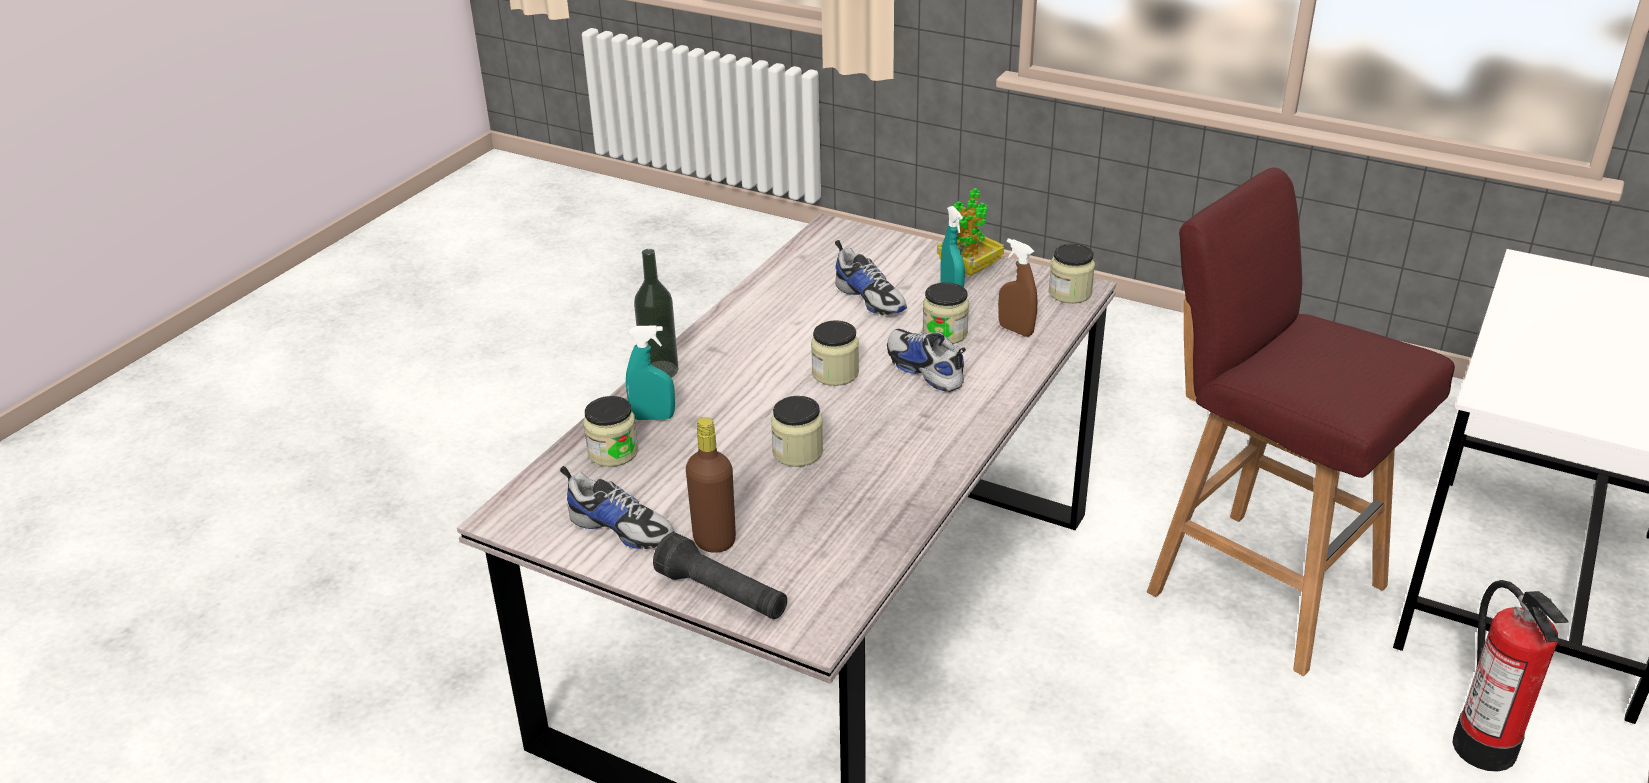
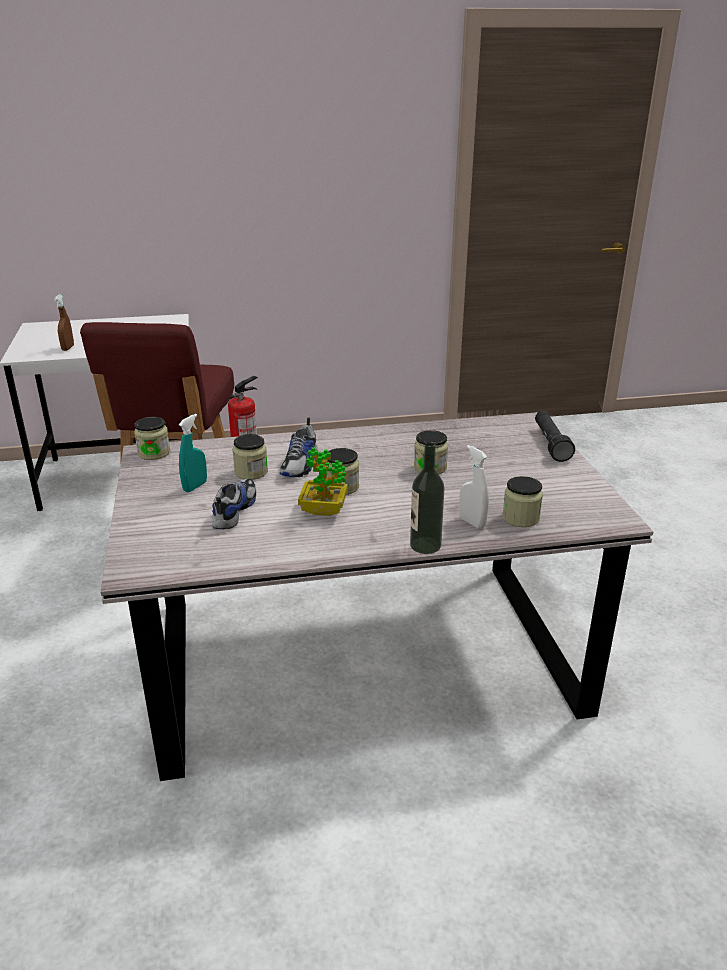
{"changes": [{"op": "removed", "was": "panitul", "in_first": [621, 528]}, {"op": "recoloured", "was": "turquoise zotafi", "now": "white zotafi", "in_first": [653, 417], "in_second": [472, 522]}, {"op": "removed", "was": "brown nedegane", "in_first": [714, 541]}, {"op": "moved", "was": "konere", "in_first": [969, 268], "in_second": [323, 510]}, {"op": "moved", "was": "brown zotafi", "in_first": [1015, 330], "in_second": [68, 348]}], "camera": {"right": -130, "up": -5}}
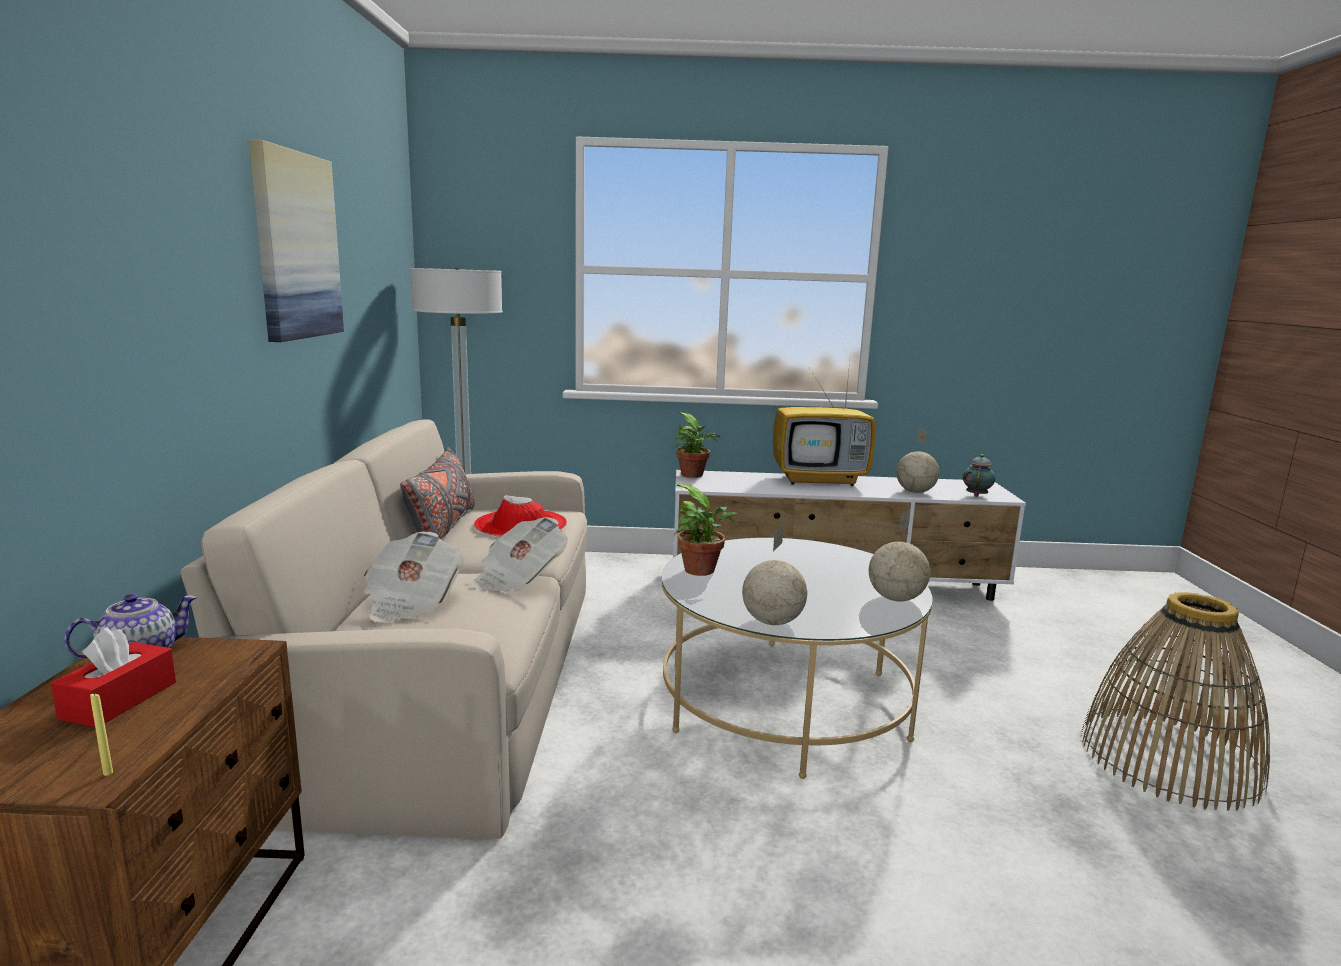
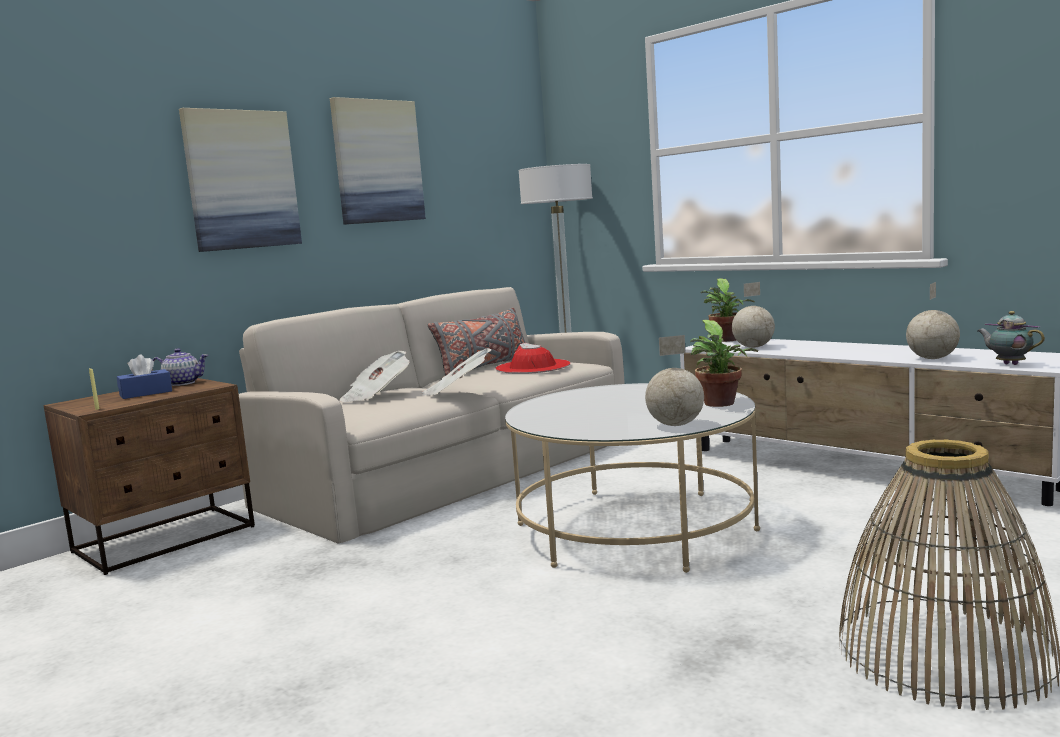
{"changes": [{"op": "recoloured", "was": "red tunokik", "now": "blue tunokik", "in_first": [119, 700], "in_second": [146, 393]}, {"op": "moved", "was": "konere", "in_first": [703, 571], "in_second": [720, 404]}, {"op": "moved", "was": "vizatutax", "in_first": [771, 622], "in_second": [753, 347]}, {"op": "removed", "was": "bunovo", "in_first": [820, 480]}, {"op": "turned", "was": "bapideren", "in_first": [977, 495], "in_second": [1008, 364], "clockwise": -105}, {"op": "added", "now": "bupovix", "in_second": [241, 180]}], "camera": {"right": 45, "up": -5}}
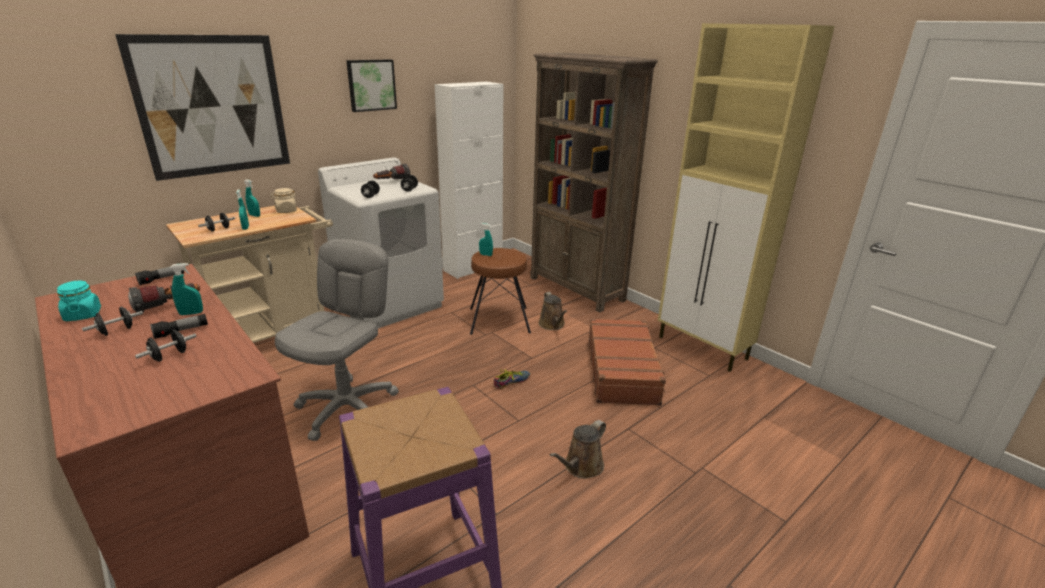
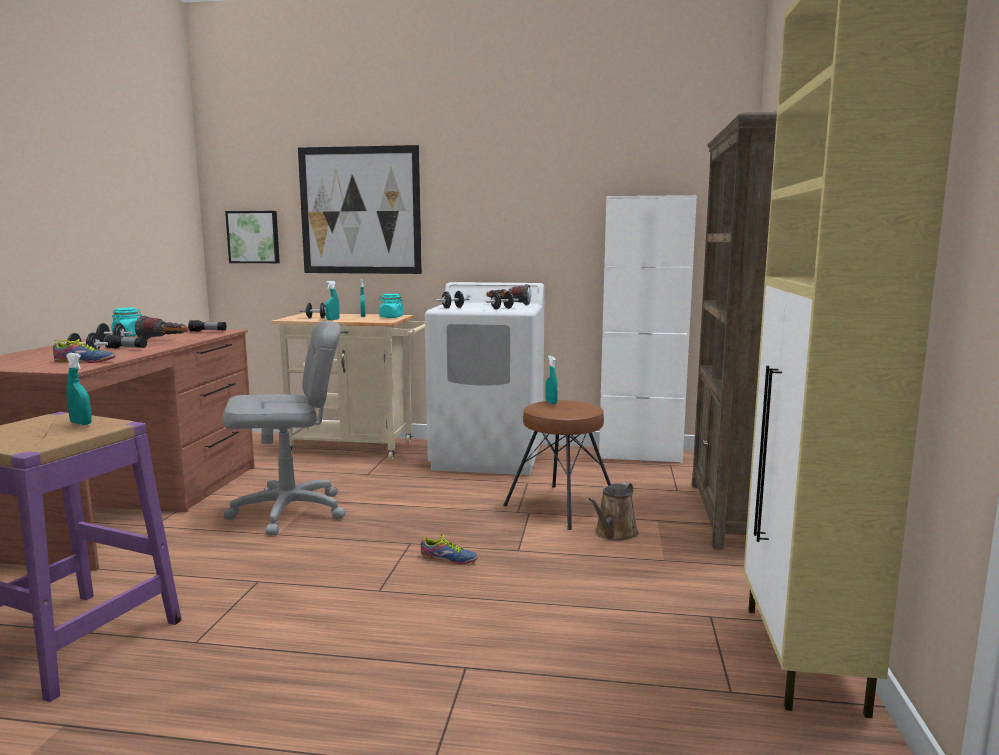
{"changes": [{"op": "moved", "was": "turquoise zotafi", "in_first": [191, 313], "in_second": [81, 423]}, {"op": "recoloured", "was": "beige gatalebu", "now": "turquoise gatalebu", "in_first": [286, 211], "in_second": [391, 317]}, {"op": "moved", "was": "bupovix", "in_first": [371, 85], "in_second": [254, 237]}, {"op": "removed", "was": "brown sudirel", "in_first": [581, 467]}, {"op": "removed", "was": "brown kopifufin", "in_first": [622, 371]}, {"op": "added", "now": "panitul", "in_second": [84, 362]}], "camera": {"right": 50, "up": -15}}
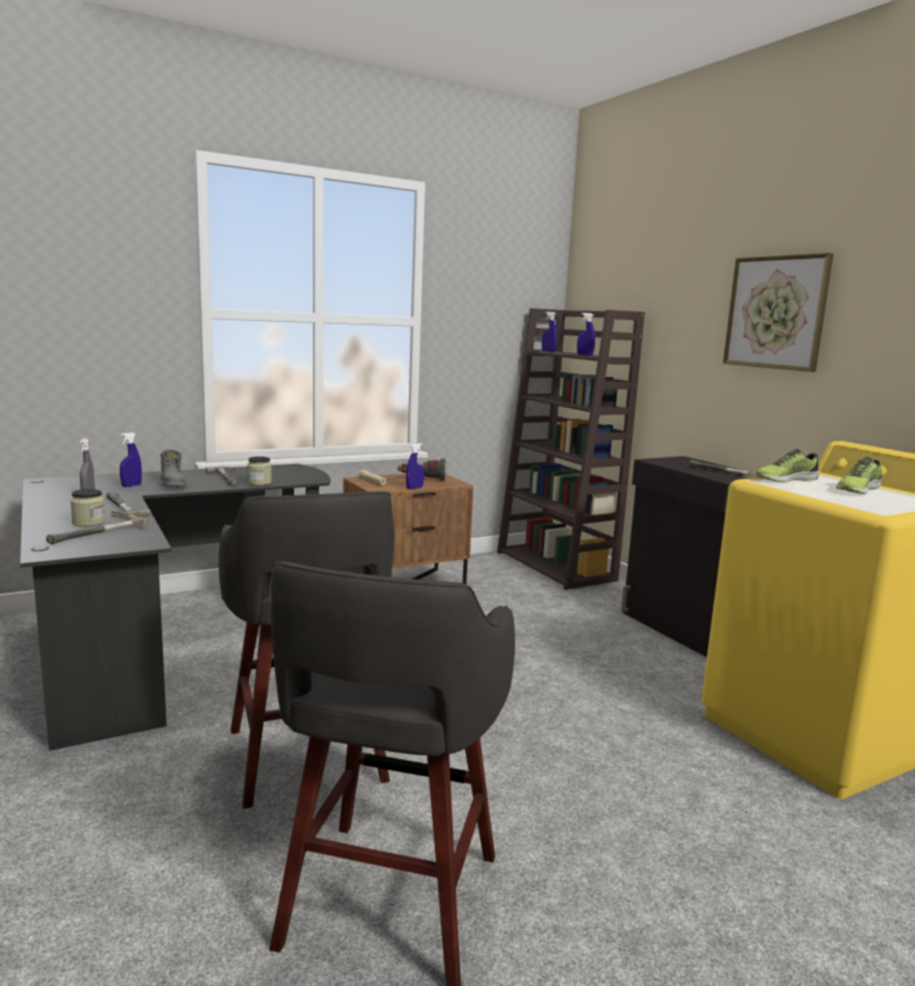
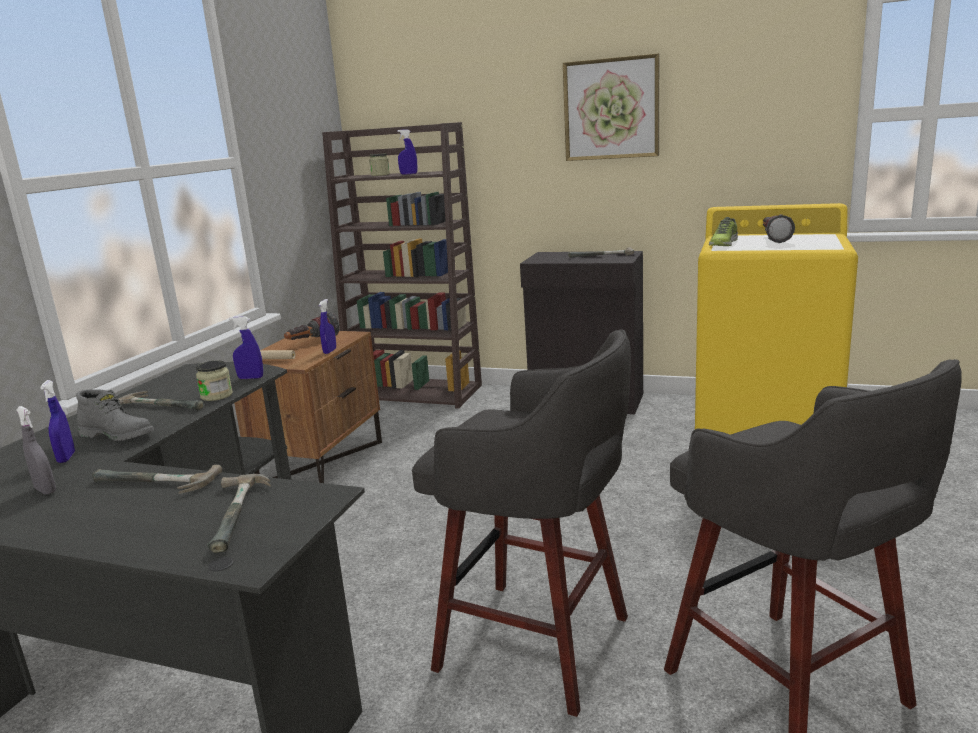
{"changes": [{"op": "moved", "was": "gatalebu", "in_first": [88, 522], "in_second": [380, 175]}, {"op": "moved", "was": "blue zotafi", "in_first": [548, 352], "in_second": [250, 378]}, {"op": "replaced", "was": "panitul", "now": "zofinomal", "in_first": [857, 489], "in_second": [773, 239]}], "camera": {"right": -40, "up": 5}}
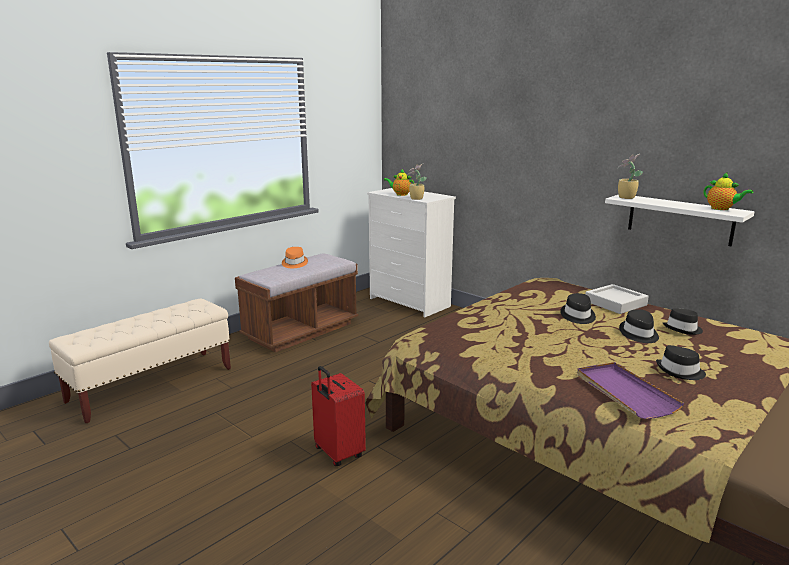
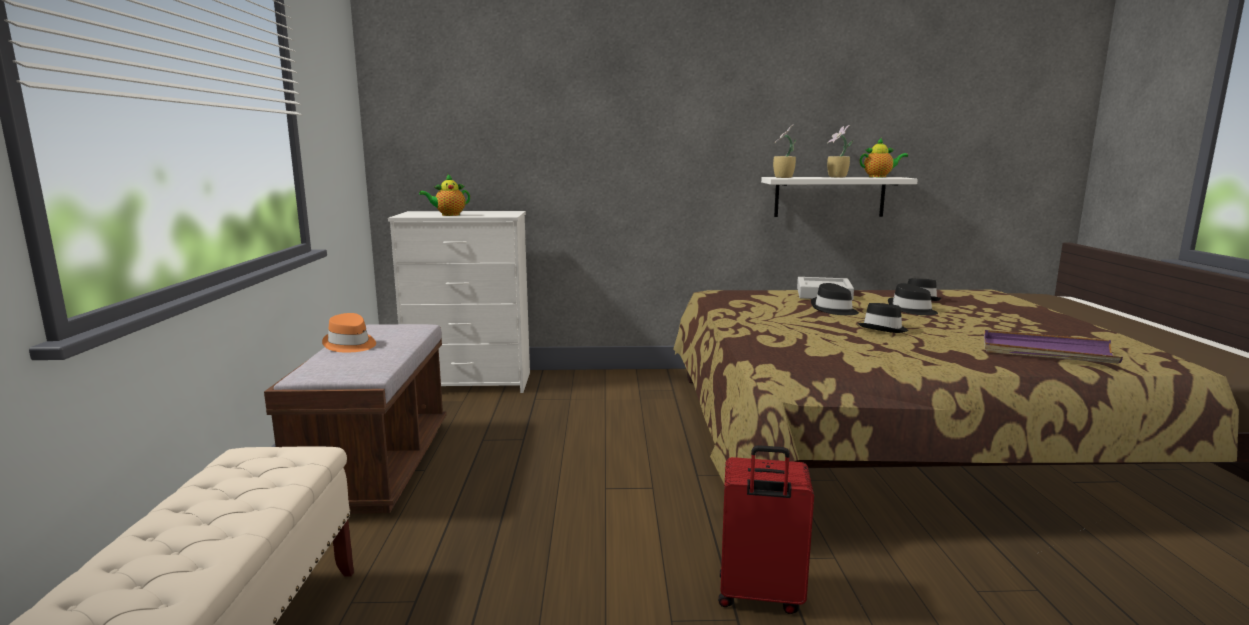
{"changes": [{"op": "moved", "was": "konere", "in_first": [416, 199], "in_second": [837, 177]}, {"op": "moved", "was": "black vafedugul", "in_first": [680, 371], "in_second": [884, 329]}], "camera": {"right": -45, "up": -5}}
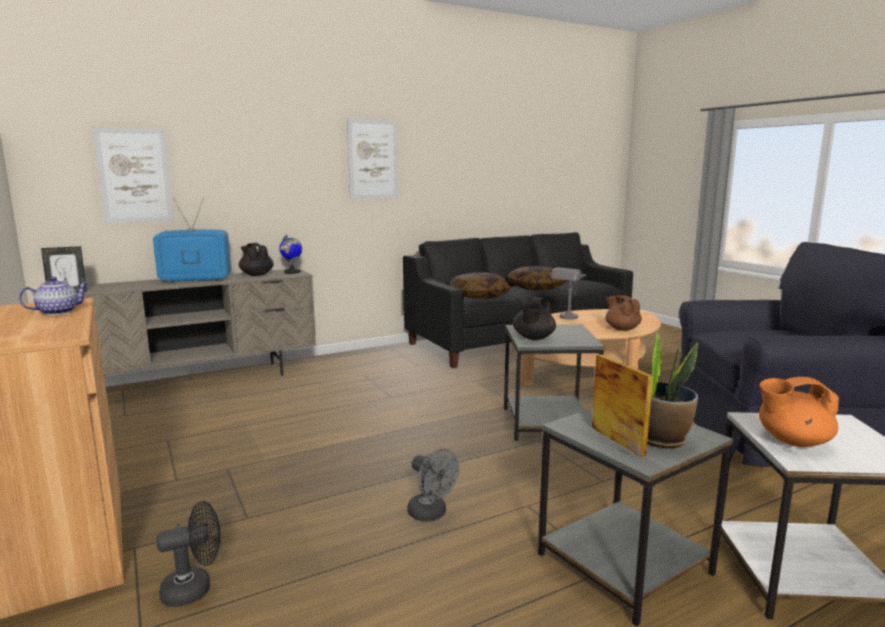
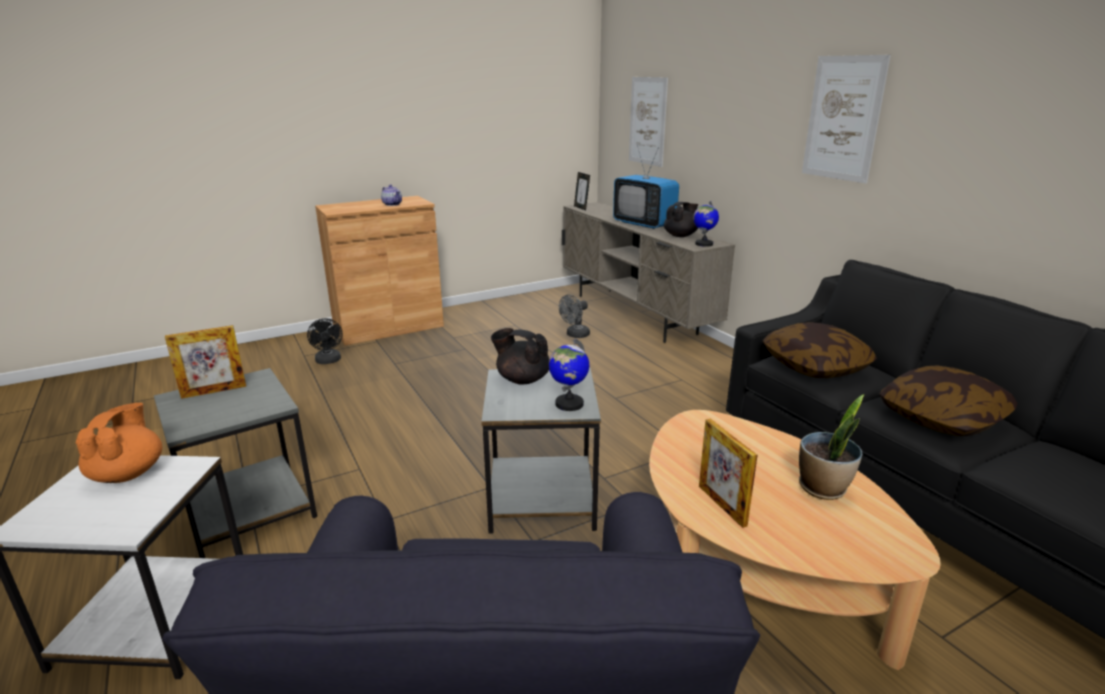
{"changes": [{"op": "turned", "was": "bunovo", "in_first": [195, 280], "in_second": [644, 224], "clockwise": 150}, {"op": "moved", "was": "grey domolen", "in_first": [431, 514], "in_second": [575, 335]}, {"op": "removed", "was": "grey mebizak", "in_first": [566, 318]}, {"op": "replaced", "was": "brown bapideren", "now": "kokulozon", "in_first": [621, 329], "in_second": [722, 505]}, {"op": "moved", "was": "konere", "in_first": [662, 439], "in_second": [823, 488]}, {"op": "added", "now": "vizatutax", "in_second": [569, 404]}], "camera": {"right": 90, "up": 10}}
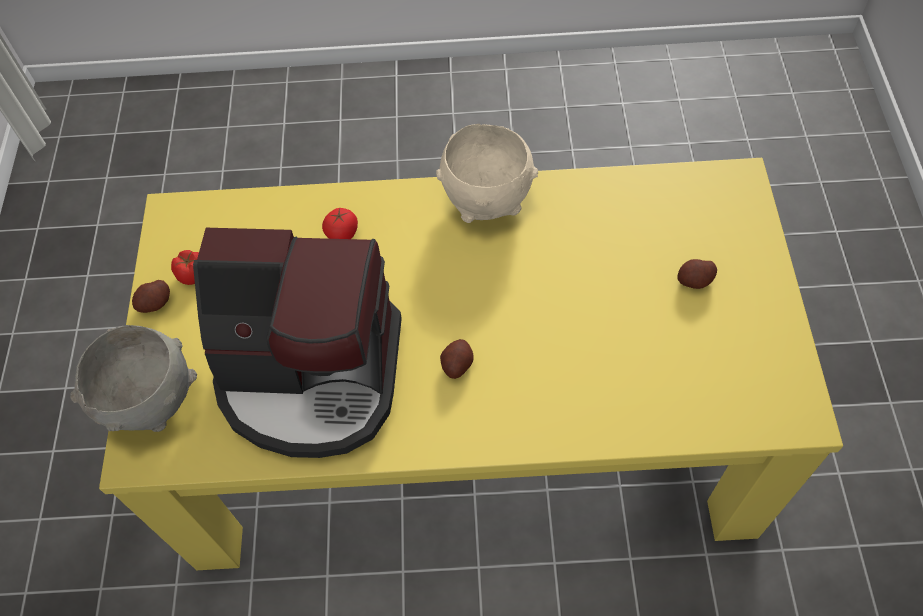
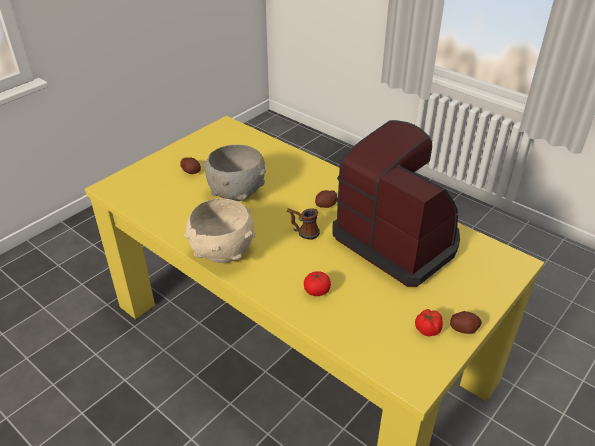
{"changes": [{"op": "moved", "was": "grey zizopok", "in_first": [151, 402], "in_second": [236, 195]}, {"op": "added", "now": "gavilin", "in_second": [303, 232]}], "camera": {"right": -140, "up": -20}}
